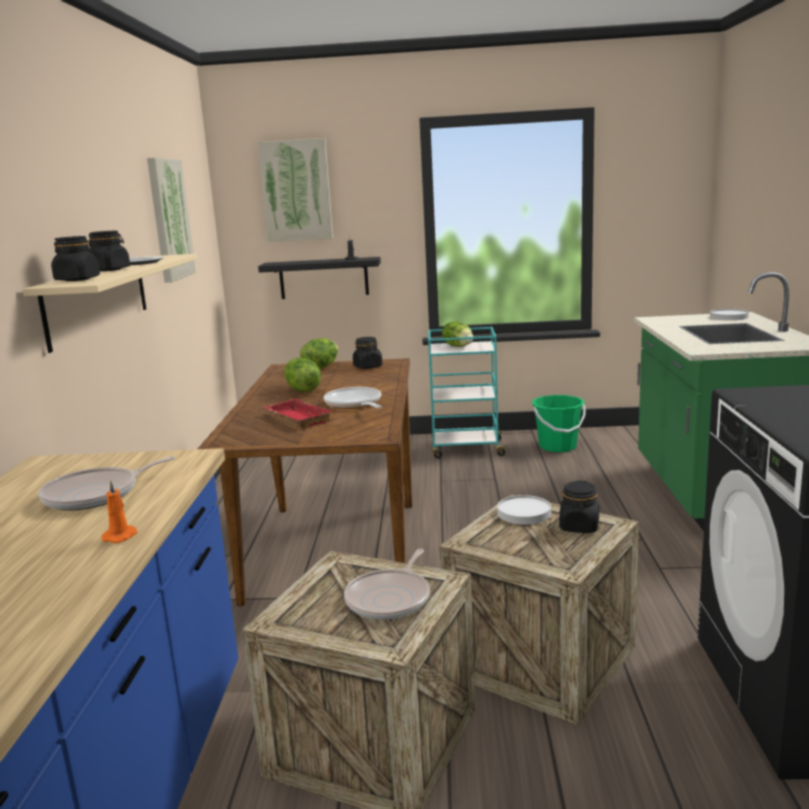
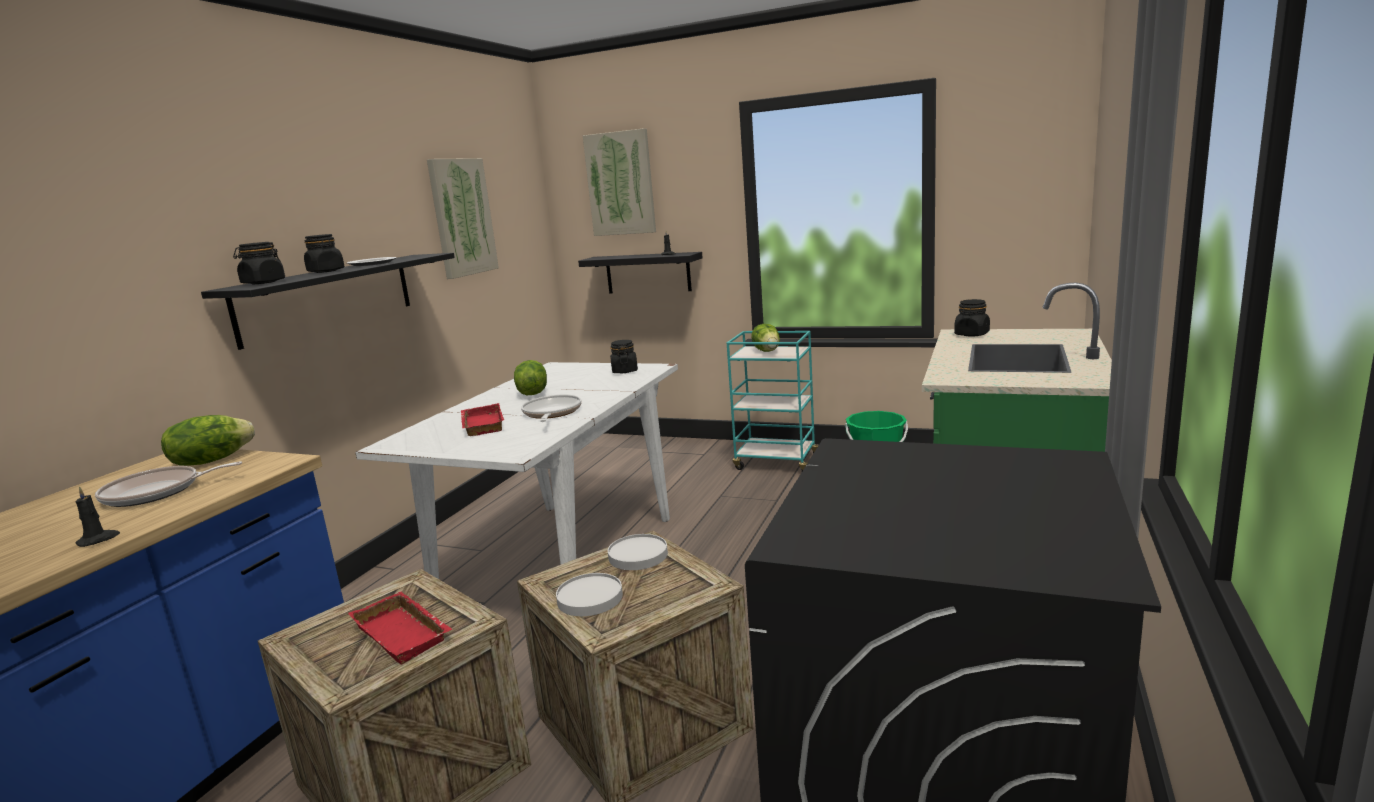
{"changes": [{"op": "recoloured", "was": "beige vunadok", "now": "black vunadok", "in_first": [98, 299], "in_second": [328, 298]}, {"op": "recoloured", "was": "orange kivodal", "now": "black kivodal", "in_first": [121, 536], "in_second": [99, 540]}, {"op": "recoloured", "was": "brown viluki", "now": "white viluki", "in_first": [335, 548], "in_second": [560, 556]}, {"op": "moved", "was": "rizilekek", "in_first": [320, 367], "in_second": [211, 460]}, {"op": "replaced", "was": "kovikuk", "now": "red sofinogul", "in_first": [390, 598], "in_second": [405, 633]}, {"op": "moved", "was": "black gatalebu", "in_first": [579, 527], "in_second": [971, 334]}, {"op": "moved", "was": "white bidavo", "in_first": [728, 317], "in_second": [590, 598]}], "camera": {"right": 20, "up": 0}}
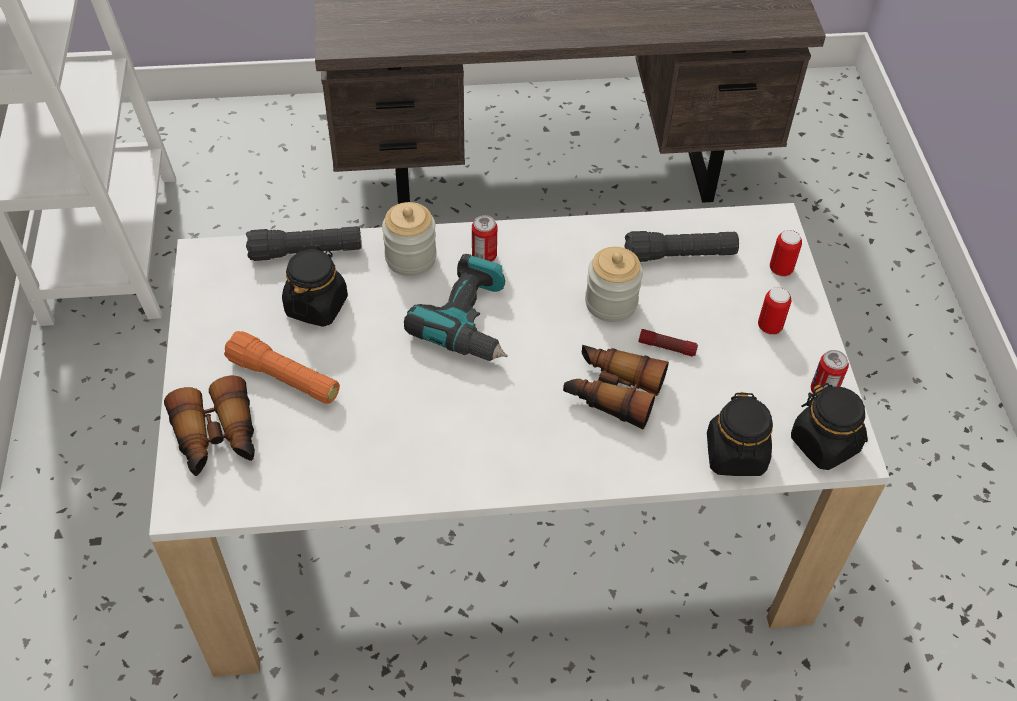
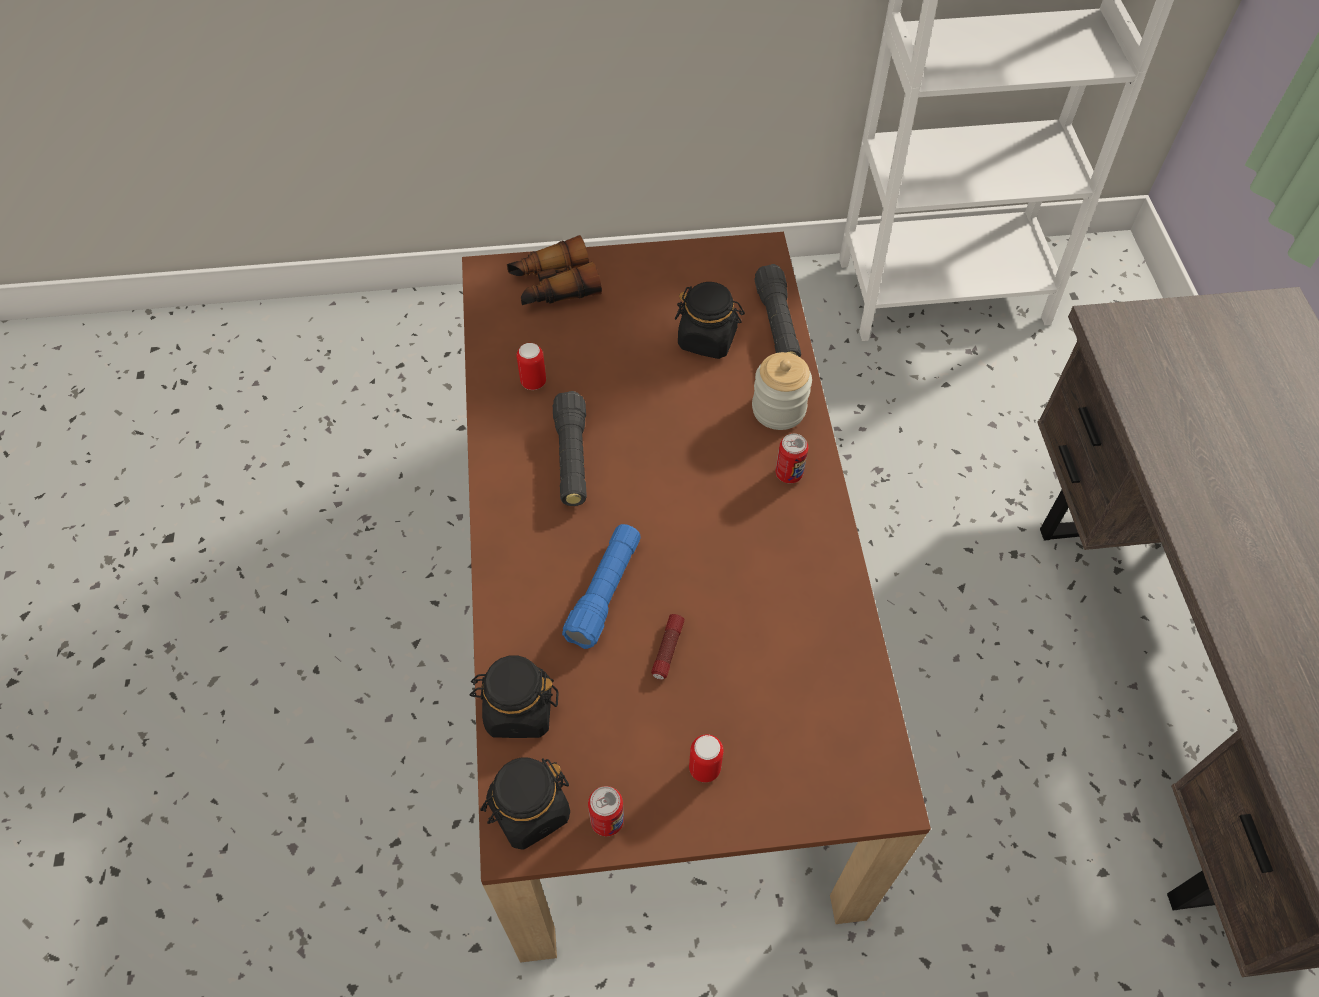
{"changes": [{"op": "recoloured", "was": "white viluki", "now": "brown viluki", "in_first": [503, 512], "in_second": [656, 644]}, {"op": "removed", "was": "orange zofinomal", "in_first": [284, 378]}, {"op": "removed", "was": "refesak", "in_first": [471, 321]}, {"op": "replaced", "was": "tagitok", "now": "blue zofinomal", "in_first": [612, 391], "in_second": [604, 592]}, {"op": "removed", "was": "gatalebu", "in_first": [611, 303]}, {"op": "moved", "was": "black zofinomal", "in_first": [679, 255], "in_second": [572, 458]}, {"op": "moved", "was": "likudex", "in_first": [780, 269], "in_second": [533, 382]}], "camera": {"right": 90, "up": 5}}
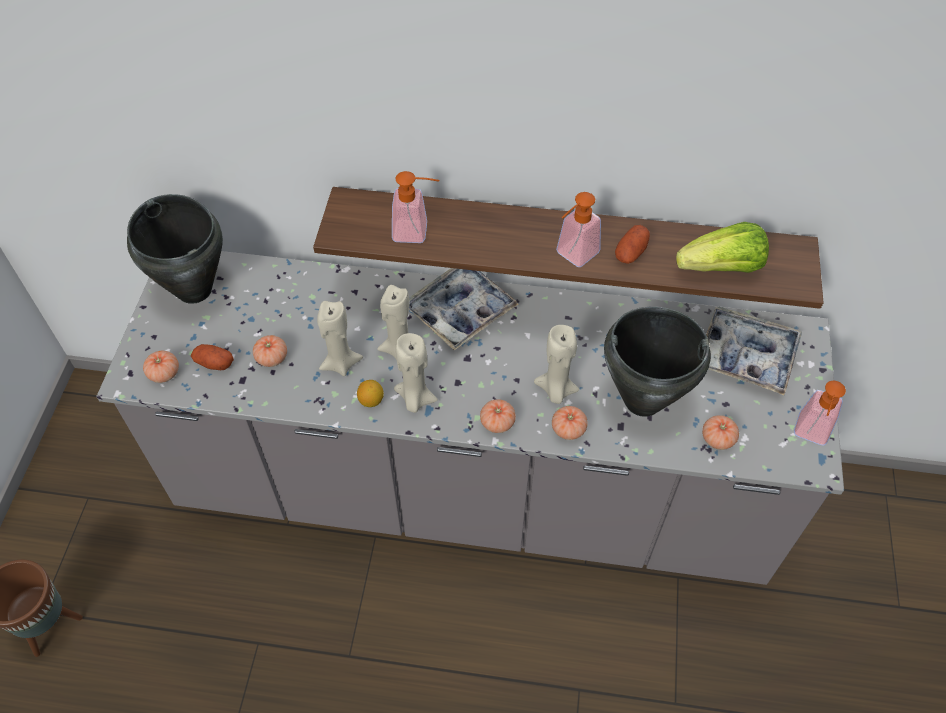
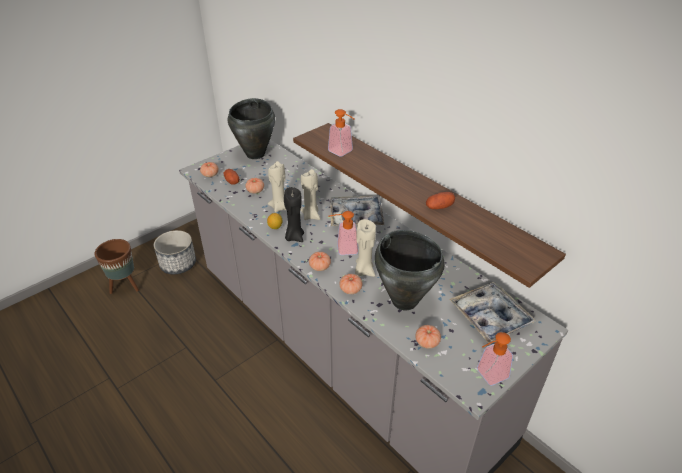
{"changes": [{"op": "recoloured", "was": "beige kivodal", "now": "black kivodal", "in_first": [415, 399], "in_second": [294, 237]}, {"op": "moved", "was": "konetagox", "in_first": [572, 256], "in_second": [343, 249]}, {"op": "removed", "was": "rizilekek", "in_first": [722, 268]}, {"op": "added", "now": "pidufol", "in_second": [178, 264]}], "camera": {"right": 40, "up": -15}}
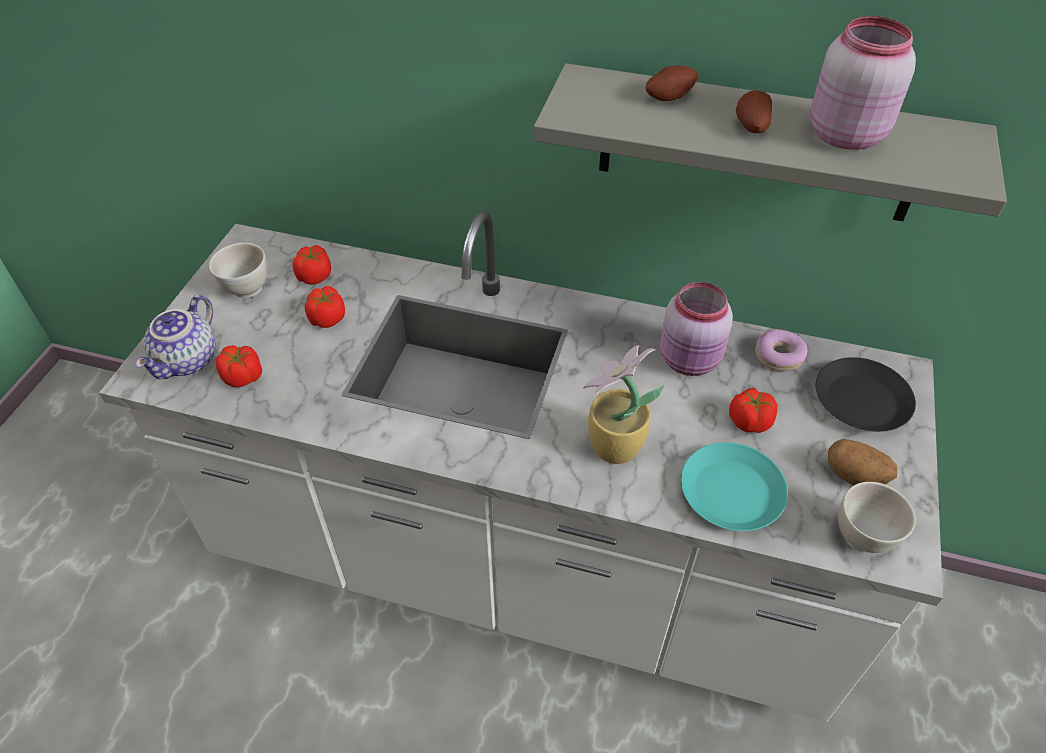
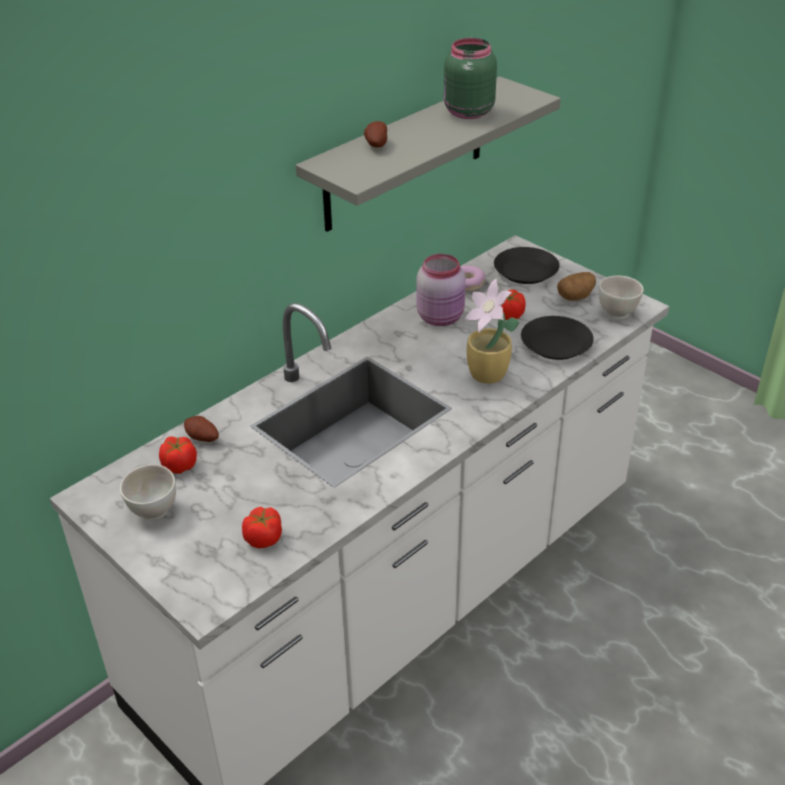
{"changes": [{"op": "removed", "was": "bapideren", "in_first": [188, 361]}, {"op": "removed", "was": "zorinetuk", "in_first": [327, 318]}, {"op": "recoloured", "was": "turquoise bidavo", "now": "black bidavo", "in_first": [732, 492], "in_second": [556, 343]}, {"op": "moved", "was": "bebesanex", "in_first": [750, 127], "in_second": [202, 439]}, {"op": "recoloured", "was": "pink gatalebu", "now": "green gatalebu", "in_first": [843, 134], "in_second": [467, 112]}], "camera": {"right": -60, "up": -10}}
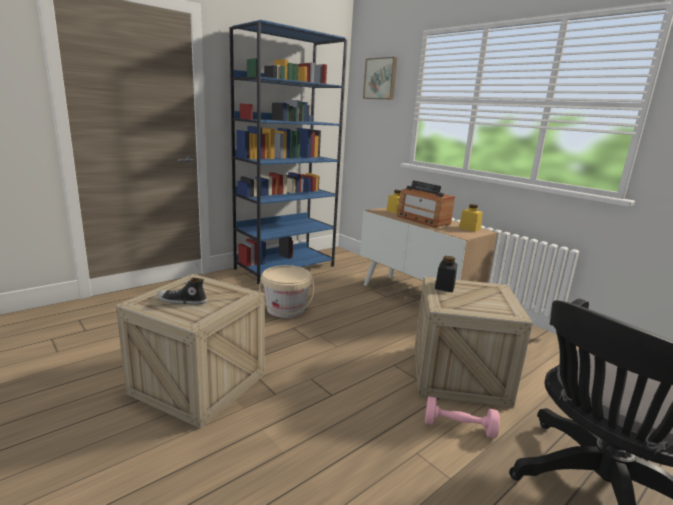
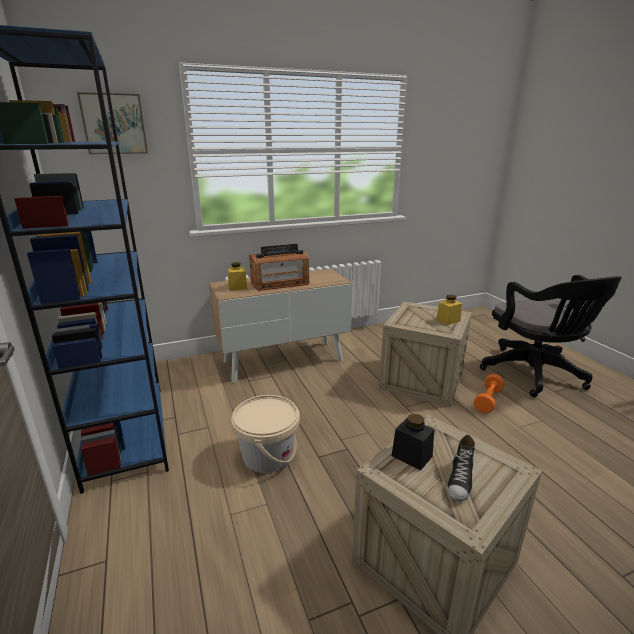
{"changes": [{"op": "recoloured", "was": "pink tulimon", "now": "orange tulimon", "in_first": [459, 427], "in_second": [488, 400]}, {"op": "moved", "was": "black gatalebu", "in_first": [444, 286], "in_second": [411, 456]}, {"op": "moved", "was": "yellow gatalebu", "in_first": [469, 228], "in_second": [448, 320]}], "camera": {"right": -70, "up": 5}}
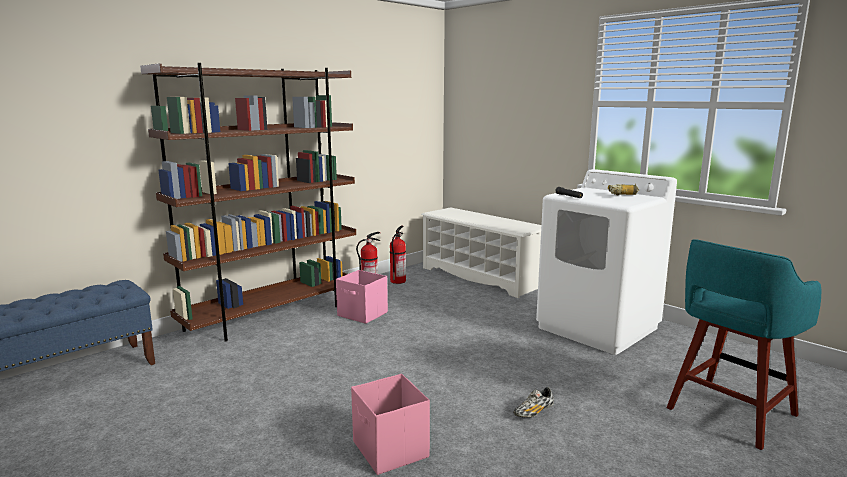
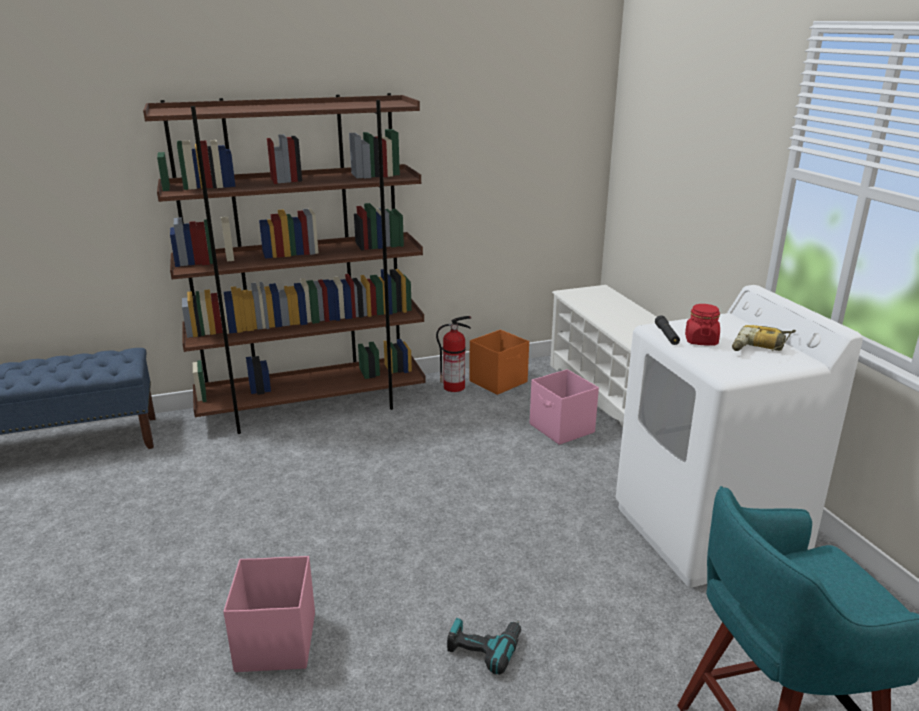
{"changes": [{"op": "moved", "was": "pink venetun", "in_first": [363, 314], "in_second": [562, 429]}, {"op": "replaced", "was": "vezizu", "now": "orange venetun", "in_first": [398, 281], "in_second": [499, 381]}, {"op": "replaced", "was": "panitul", "now": "refesak", "in_first": [533, 412], "in_second": [484, 647]}, {"op": "added", "now": "red gatalebu", "in_second": [700, 341]}], "camera": {"right": 25, "up": 10}}
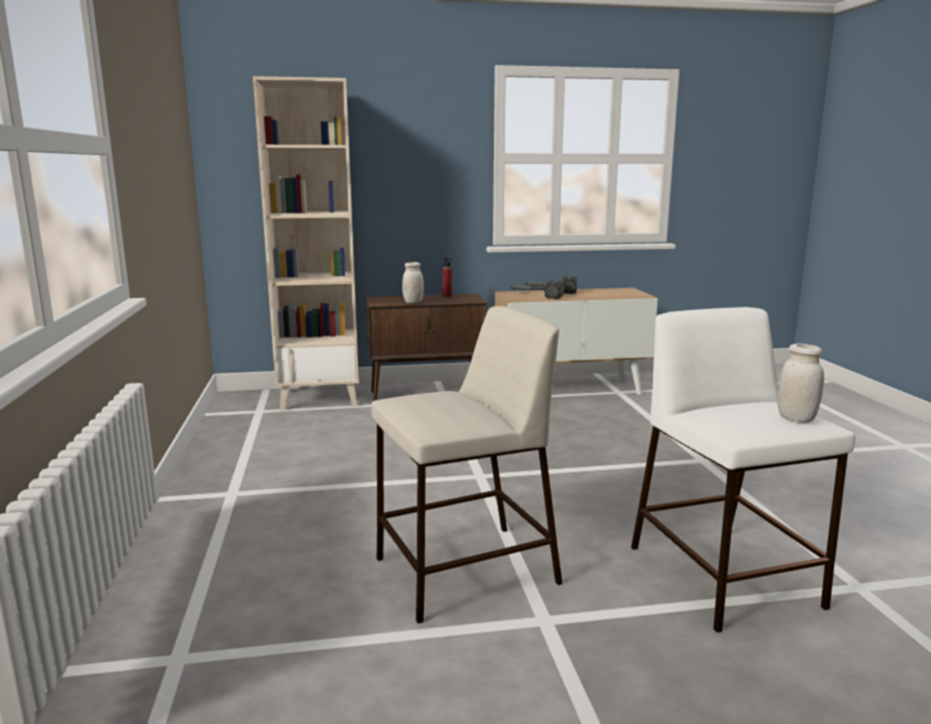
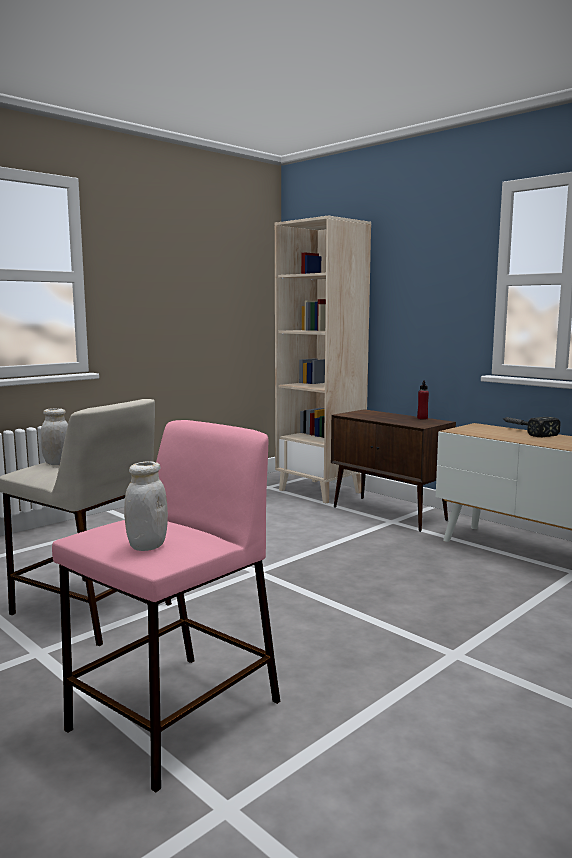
{"changes": [{"op": "moved", "was": "white gatalebu", "in_first": [413, 302], "in_second": [57, 463]}, {"op": "removed", "was": "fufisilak", "in_first": [534, 295]}, {"op": "recoloured", "was": "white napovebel", "now": "pink napovebel", "in_first": [725, 577], "in_second": [174, 717]}], "camera": {"right": 55, "up": -5}}
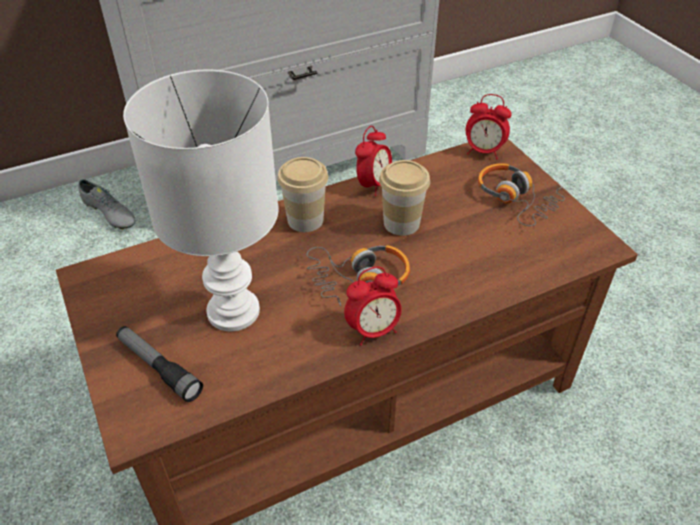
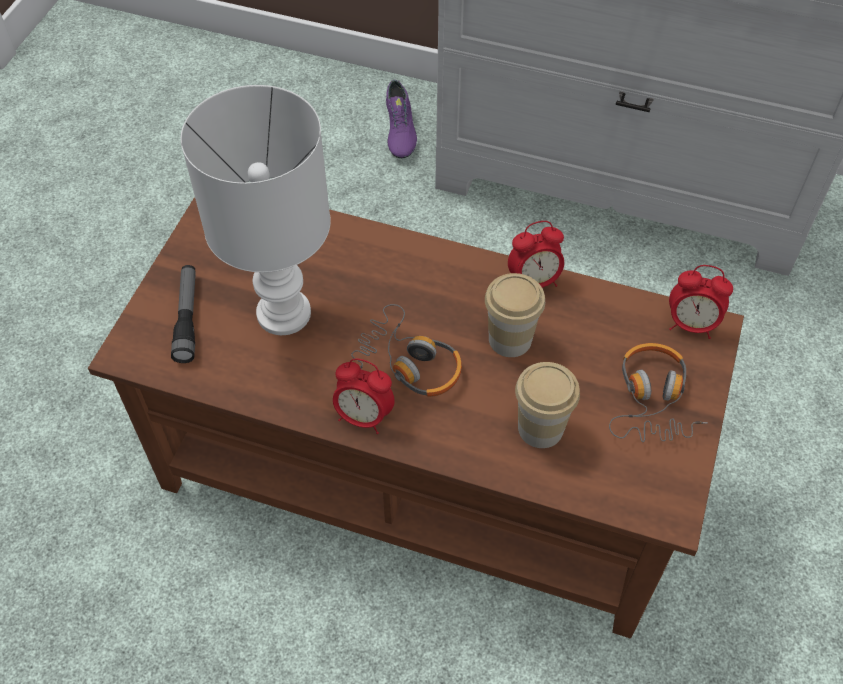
{"changes": [{"op": "recoloured", "was": "grey panitul", "now": "purple panitul", "in_first": [109, 214], "in_second": [399, 132]}, {"op": "moved", "was": "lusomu", "in_first": [305, 220], "in_second": [540, 428]}, {"op": "turned", "was": "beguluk", "in_first": [483, 152], "in_second": [691, 325], "clockwise": -45}], "camera": {"right": 45, "up": 10}}
